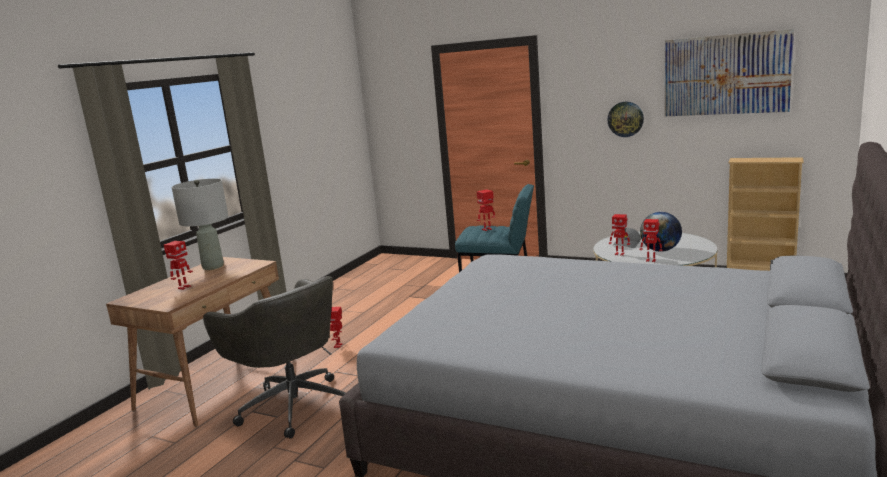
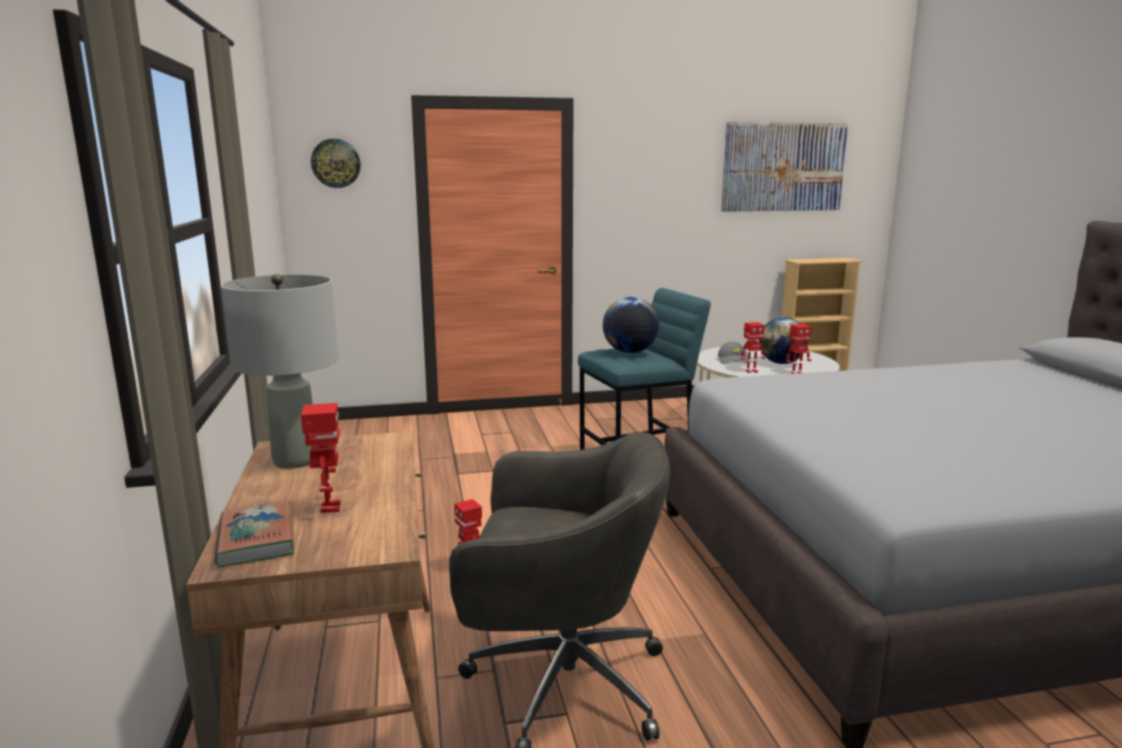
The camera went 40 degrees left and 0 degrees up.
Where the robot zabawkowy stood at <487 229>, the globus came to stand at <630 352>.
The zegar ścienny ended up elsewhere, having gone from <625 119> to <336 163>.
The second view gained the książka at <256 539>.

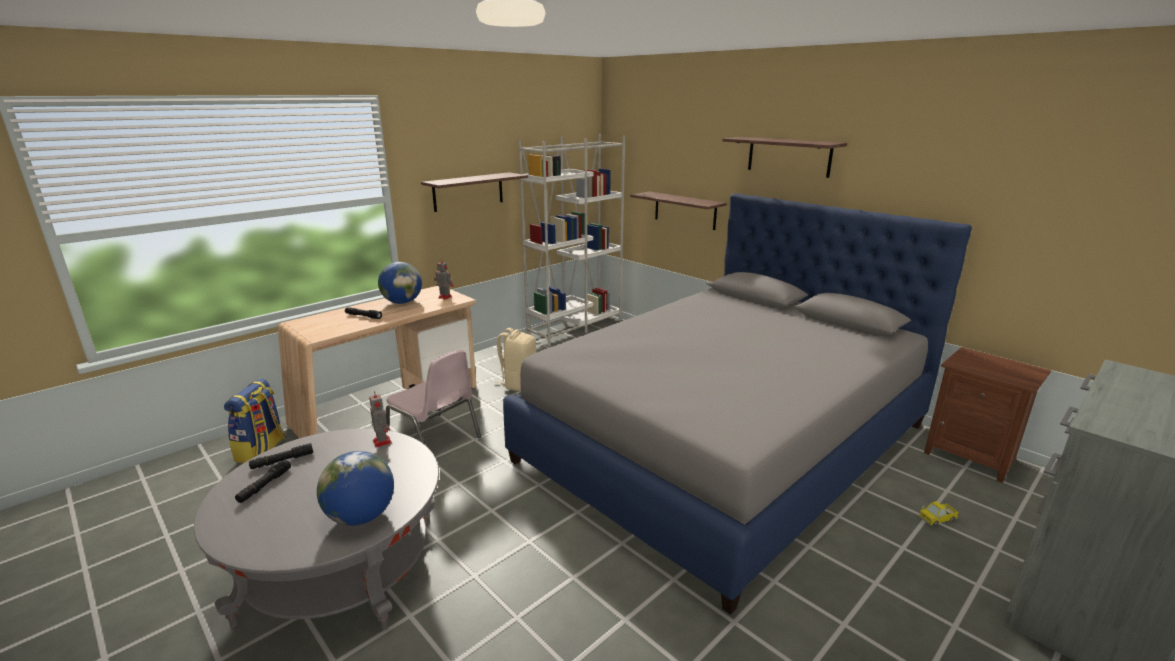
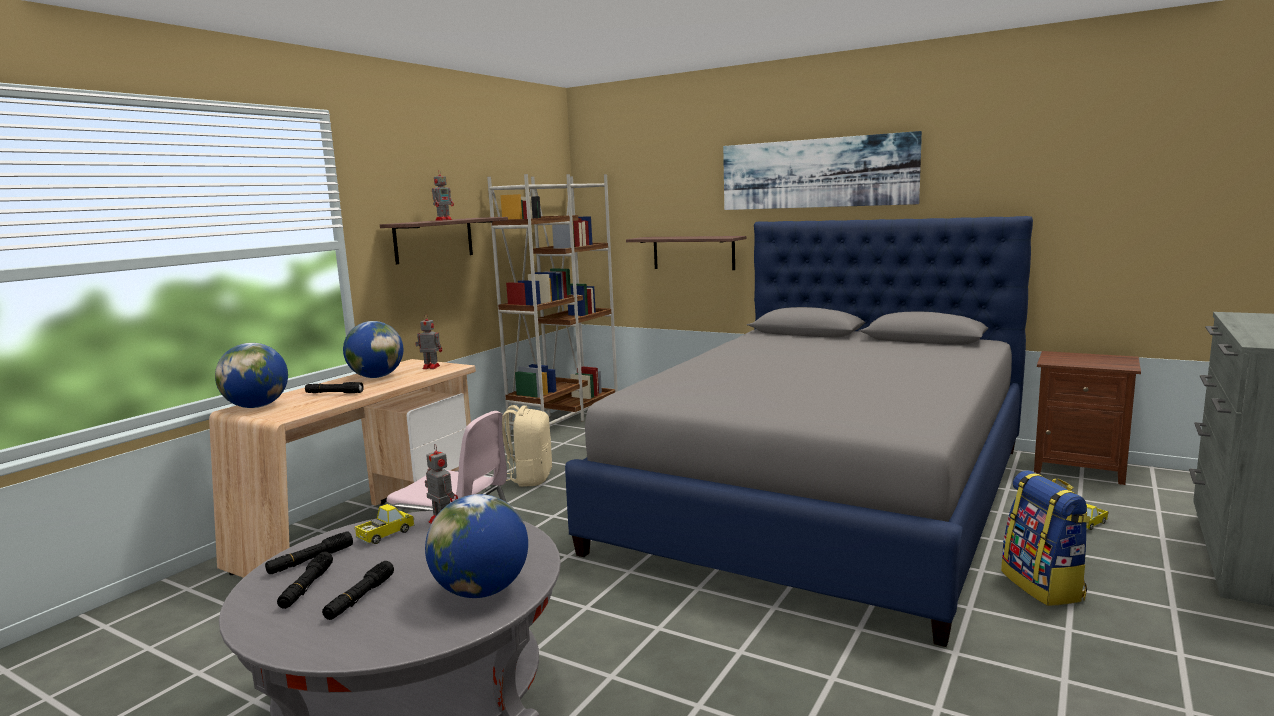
The camera went 15 degrees left and 10 degrees down.
The plecak ended up elsewhere, having gone from <262 450> to <1043 586>.
What was the regał/biały at <575 328> turned into the regał/brązowy at <566 418>.
Where the półka hung at <788 156>, the obraz came to hang at <816 173>.
The second view gained the globus at <257 406>.
The second view gained the latarka/czarny at <360 598>.
The second view gained the ciężarówka zabawkowa at <386 535>.
The second view gained the robot zabawkowy at <444 220>.

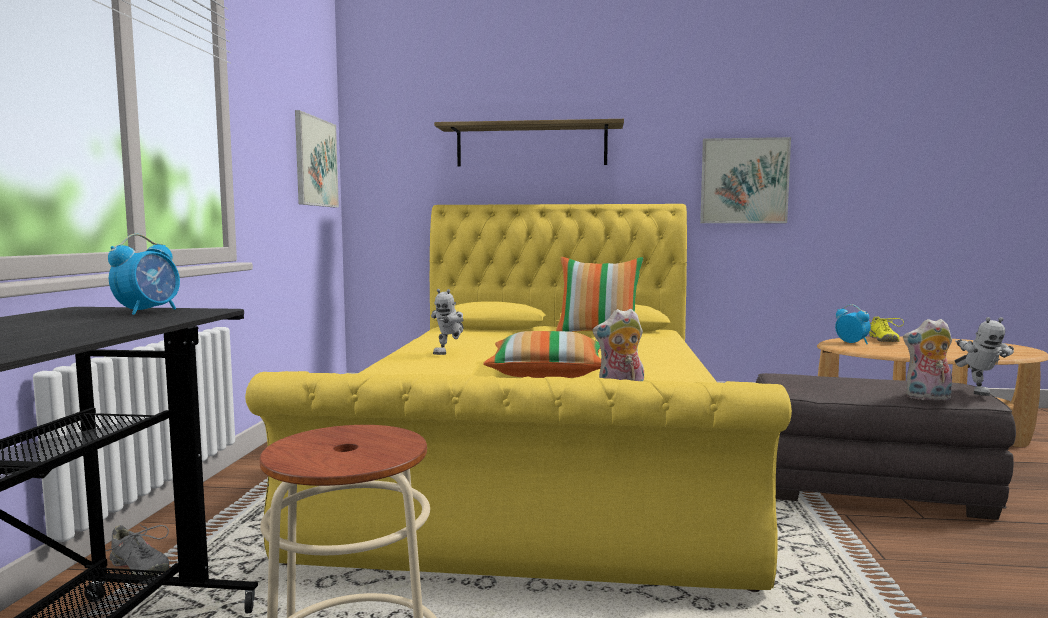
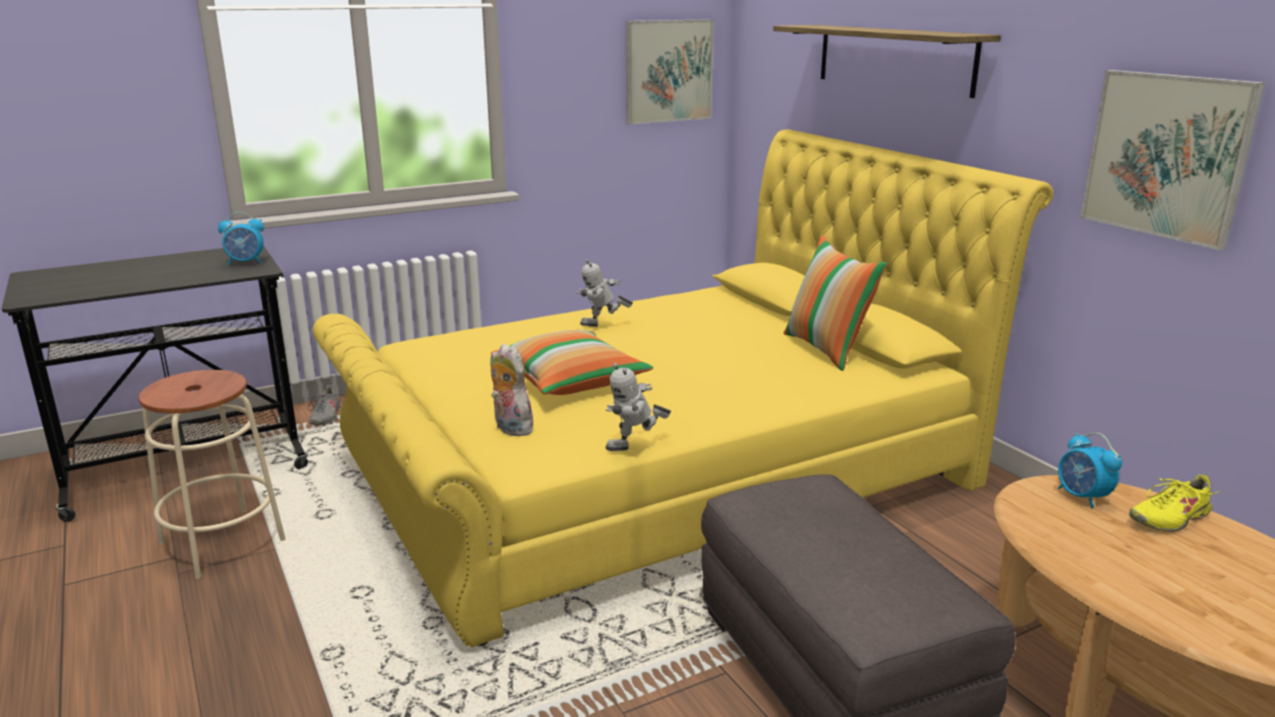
The camera went 55 degrees right and 15 degrees up.
The budzik at <852 343> ended up facing another way, 135 degrees clockwise from before.
The second view lost the pluszak at <927 398>.
The robot zabawkowy ended up elsewhere, having gone from <977 392> to <635 448>.

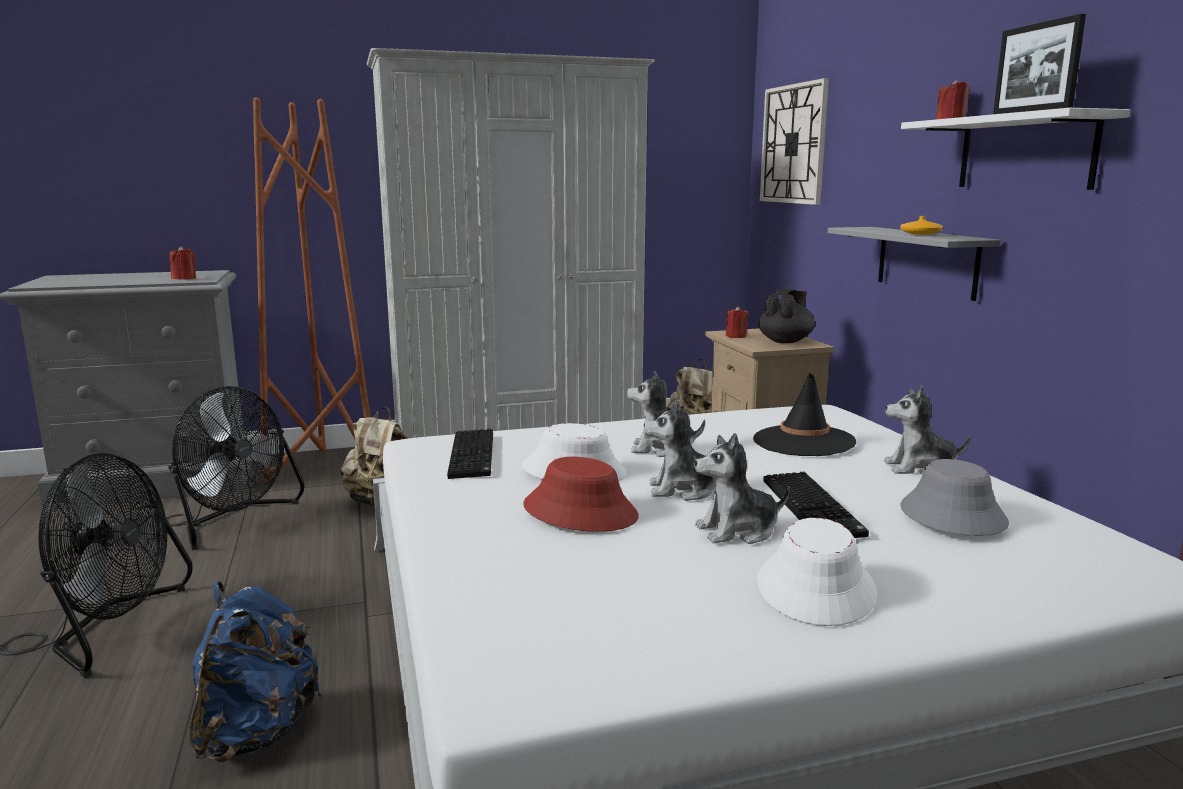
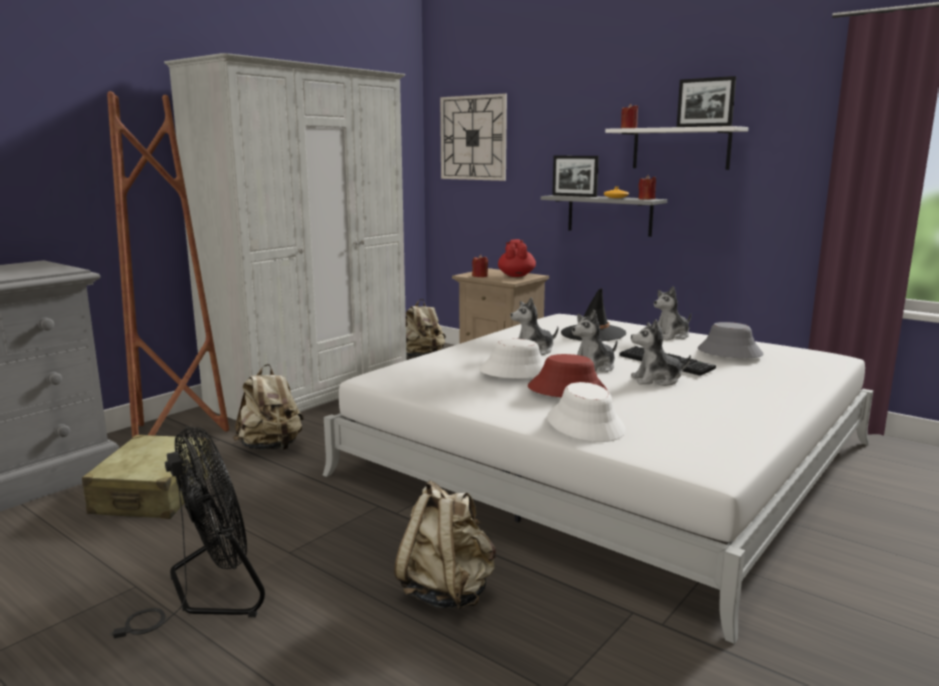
The camera went 35 degrees left and 0 degrees up.
Where the wentylator/czarny stood at <226 521>, the walizka/beżowy came to stand at <155 493>.
The świeca/czerwony ended up elsewhere, having gone from <184 278> to <646 199>.
What was the plecak/niebieski at <257 732> turned into the plecak/beżowy at <447 591>.
The second view lost the klawiatura at <474 455>.
The pluszak at <738 531> ended up facing another way, 45 degrees clockwise from before.
The kapelusz/biały ended up elsewhere, having gone from <816 588> to <585 424>.
What was the imbryk/czarny at <785 341> turned into the imbryk/czerwony at <516 275>.
The second view gained the ramka na zdjęcie at <574 196>.

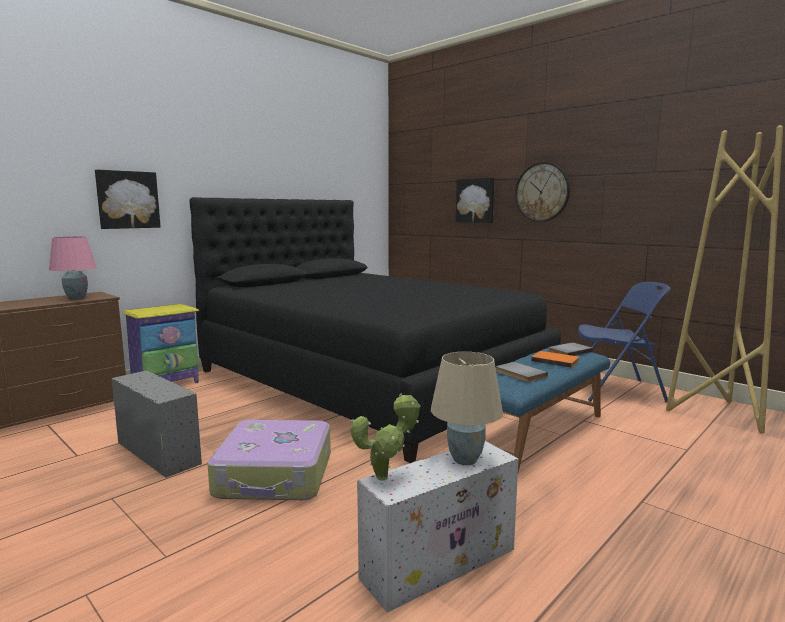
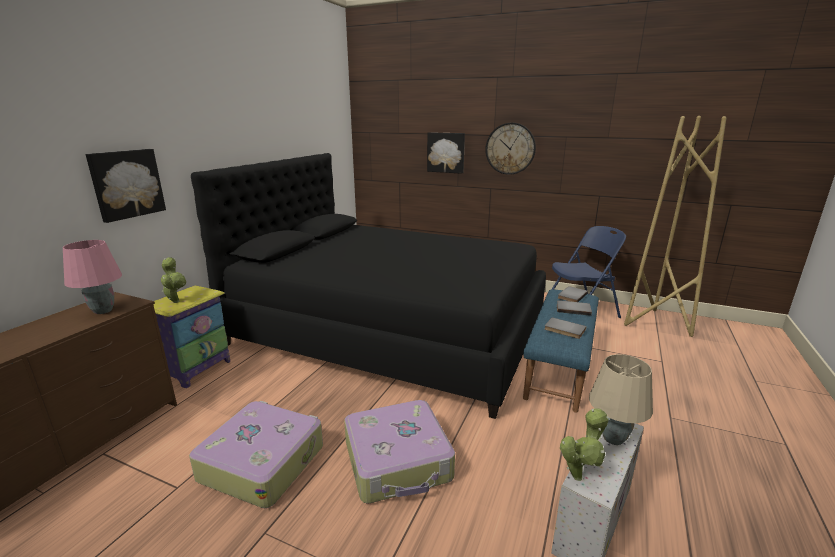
The camera went 20 degrees left and 10 degrees up.
Where the pojemnik do przechowywania/szary stood at <157 452>, the walizka came to stand at <262 461>.
What was the książka/pomarańczowy at <555 361> turned into the książka/szary at <573 309>.
The second view gained the roślina doniczkowa at <176 301>.

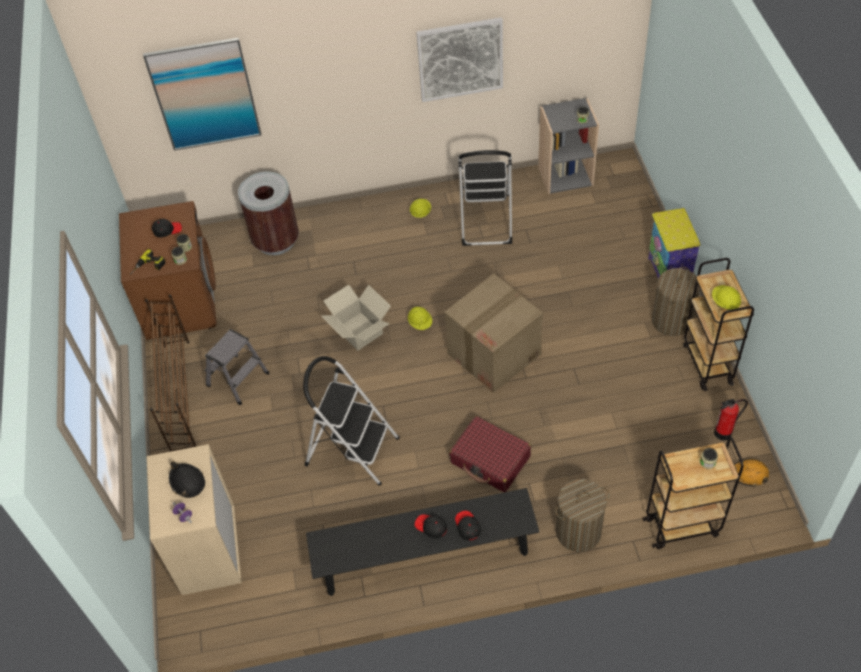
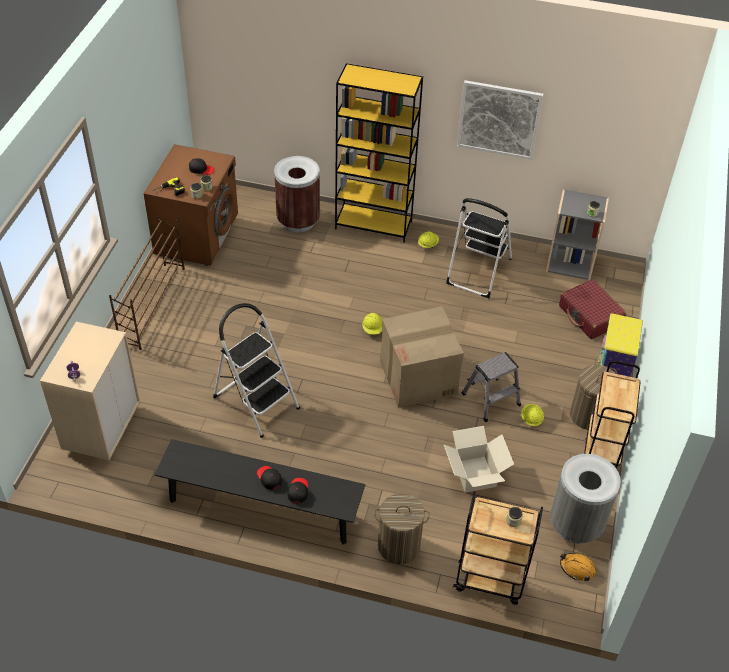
The camera went 20 degrees right and 5 degrees down.
The second view lost the obraz at <204 94>.
The second view lost the kask/czarny at <187 482>.
The drabinka/szary ended up elsewhere, having gone from <237 379> to <490 399>.
The karton ended up elsewhere, having gone from <359 331> to <475 474>.
The walizka/czerwony ended up elsewhere, having gone from <490 460> to <590 316>.
The kask/żółty ended up elsewhere, having gone from <724 303> to <531 419>.
Where the gaśnica stood at <723 433>, the kosz na śmieci/szary came to stand at <575 525>.
The second view gained the regał/żółty at <374 225>.

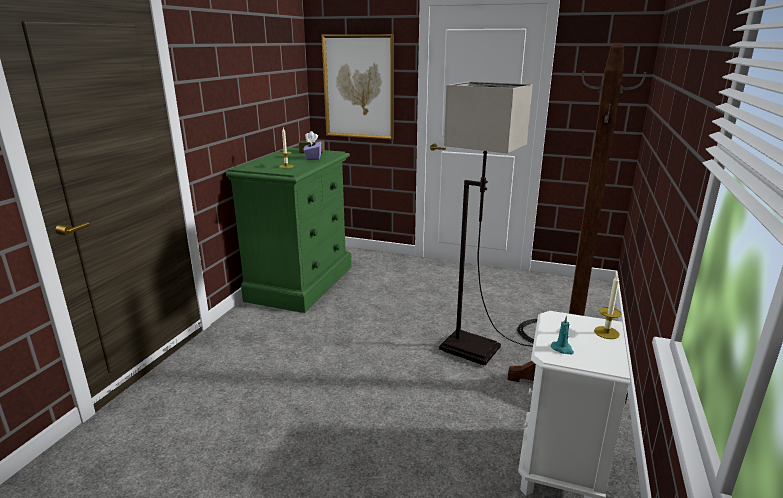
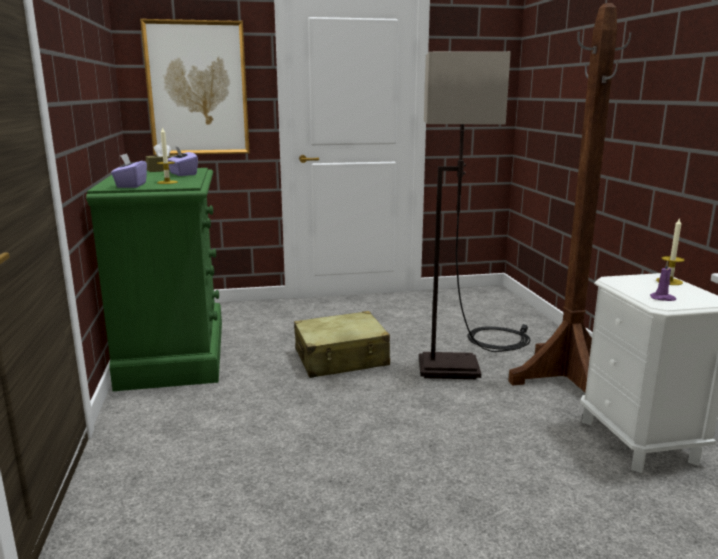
The camera went 30 degrees left and 5 degrees down.
What was the świeca/turkusowy at <562 349> turned into the świeca/fioletowy at <663 298>.
The second view gained the pudełko chusteczek/fioletowy at <131 185>.
The second view gained the walizka/beżowy at <341 358>.

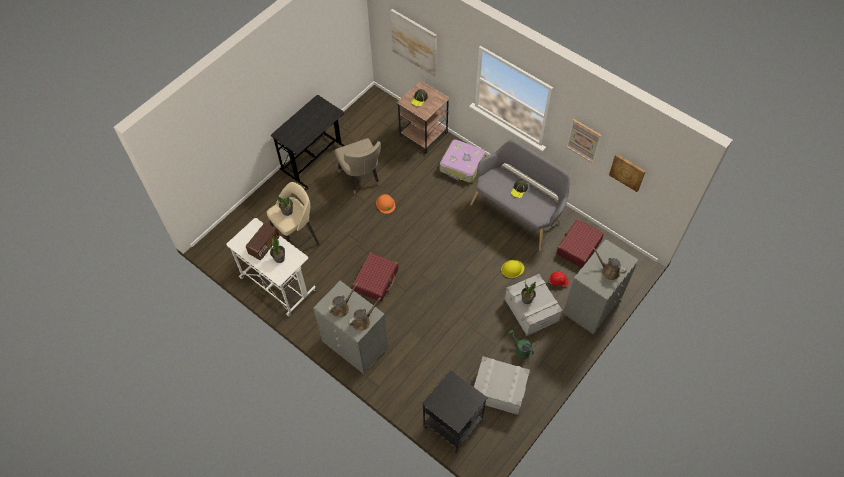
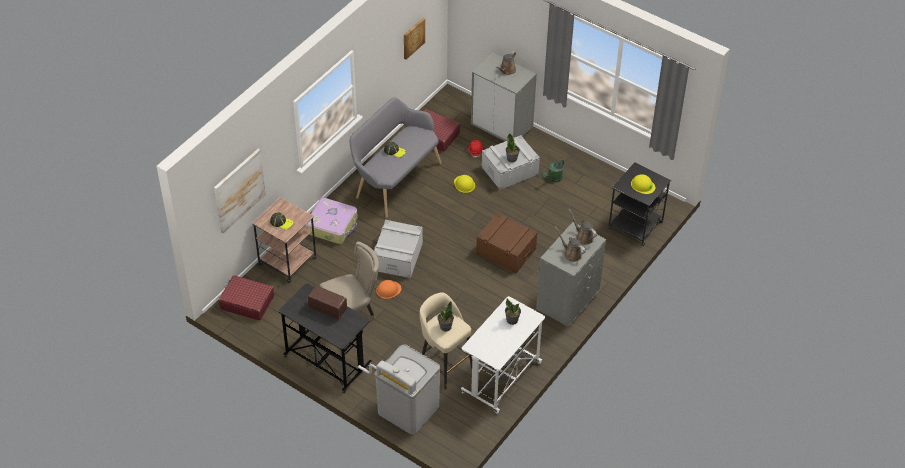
The camera went 95 degrees left and 10 degrees down.
The radio ended up elsewhere, having gone from <264 246> to <327 309>.
The walizka/czerwony ended up elsewhere, having gone from <376 280> to <247 302>.
The pojemnik do przechowywania/szary ended up elsewhere, having gone from <499 390> to <398 257>.
The second view lost the obraz at <583 140>.
The second view gained the pralka/szary at <407 410>.
The second view gained the pojemnik do przechowywania/brązowy at <506 251>.
The second view gained the kask/żółty at <642 185>.

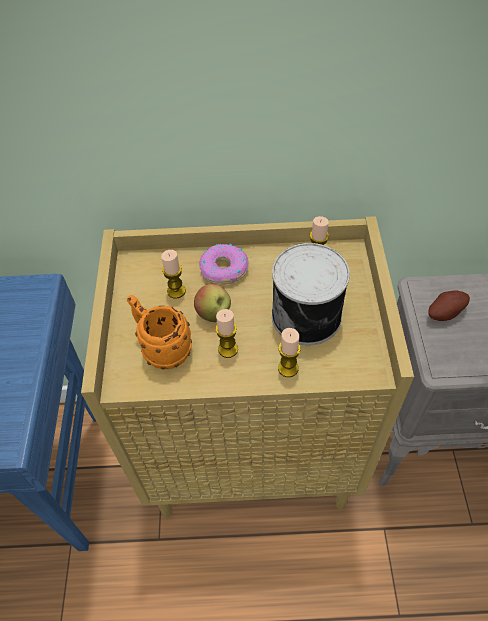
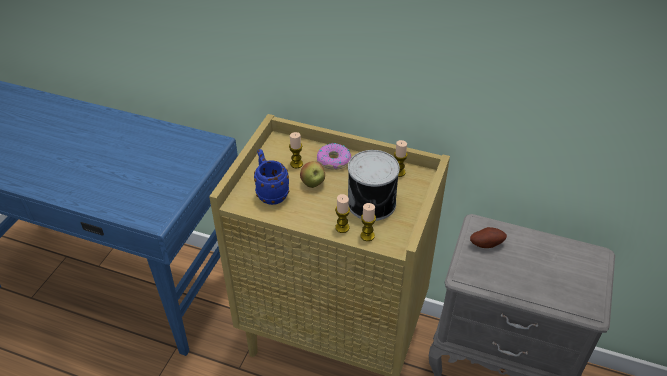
The camera went 20 degrees right and 10 degrees down.
What was the kubek/pomarańczowy at <162 348> turned into the kubek/niebieski at <270 192>.
The świeca ended up elsewhere, having gone from <228 349> to <367 236>.

